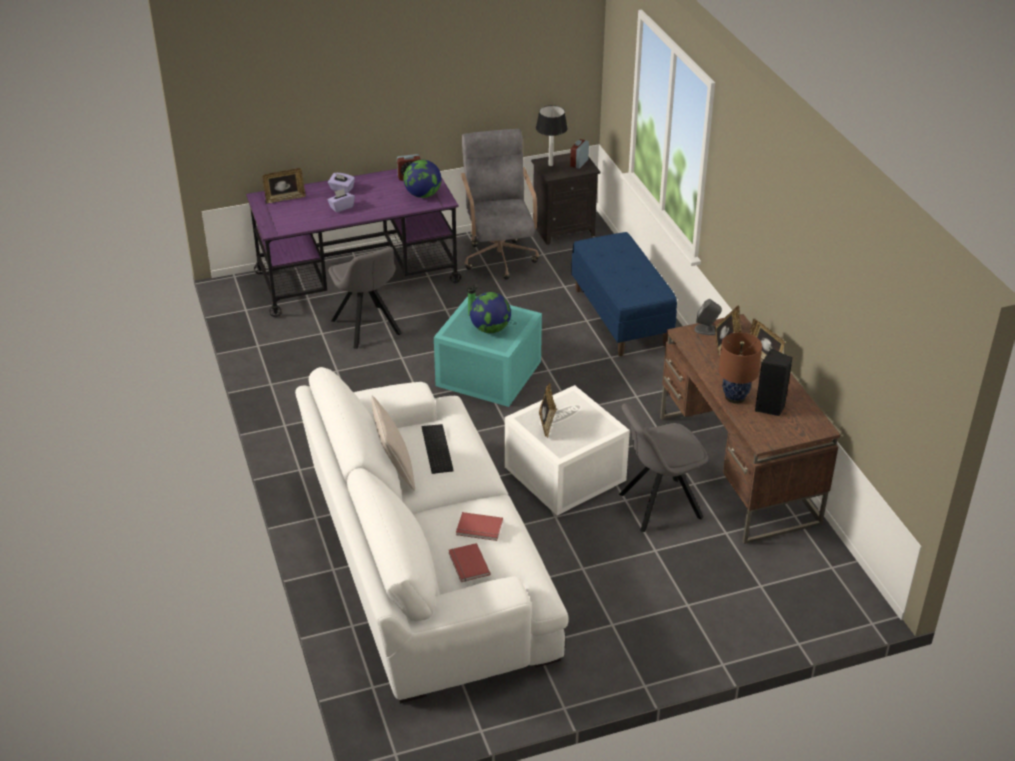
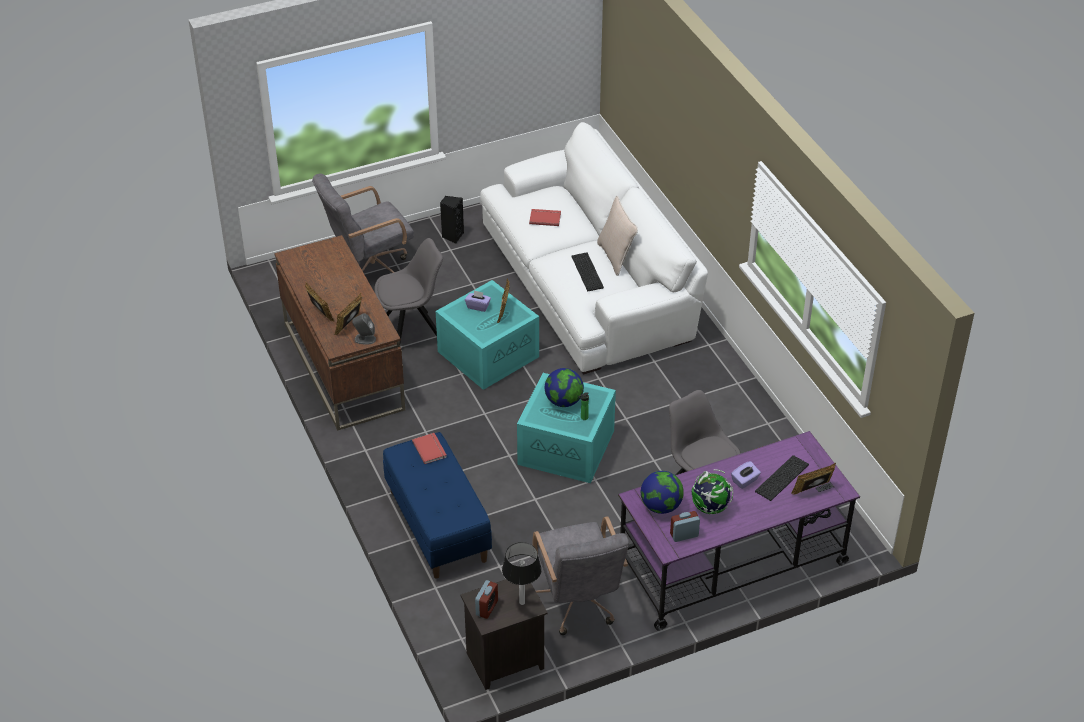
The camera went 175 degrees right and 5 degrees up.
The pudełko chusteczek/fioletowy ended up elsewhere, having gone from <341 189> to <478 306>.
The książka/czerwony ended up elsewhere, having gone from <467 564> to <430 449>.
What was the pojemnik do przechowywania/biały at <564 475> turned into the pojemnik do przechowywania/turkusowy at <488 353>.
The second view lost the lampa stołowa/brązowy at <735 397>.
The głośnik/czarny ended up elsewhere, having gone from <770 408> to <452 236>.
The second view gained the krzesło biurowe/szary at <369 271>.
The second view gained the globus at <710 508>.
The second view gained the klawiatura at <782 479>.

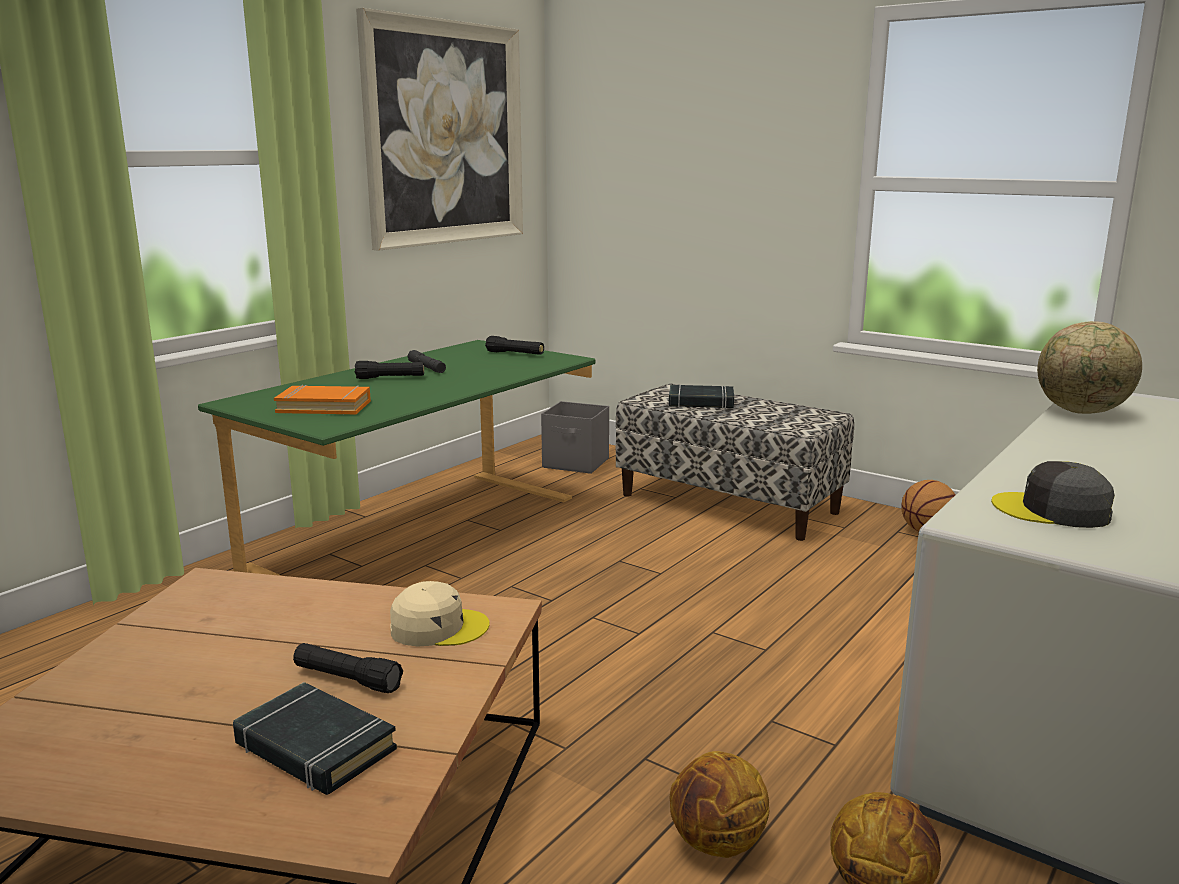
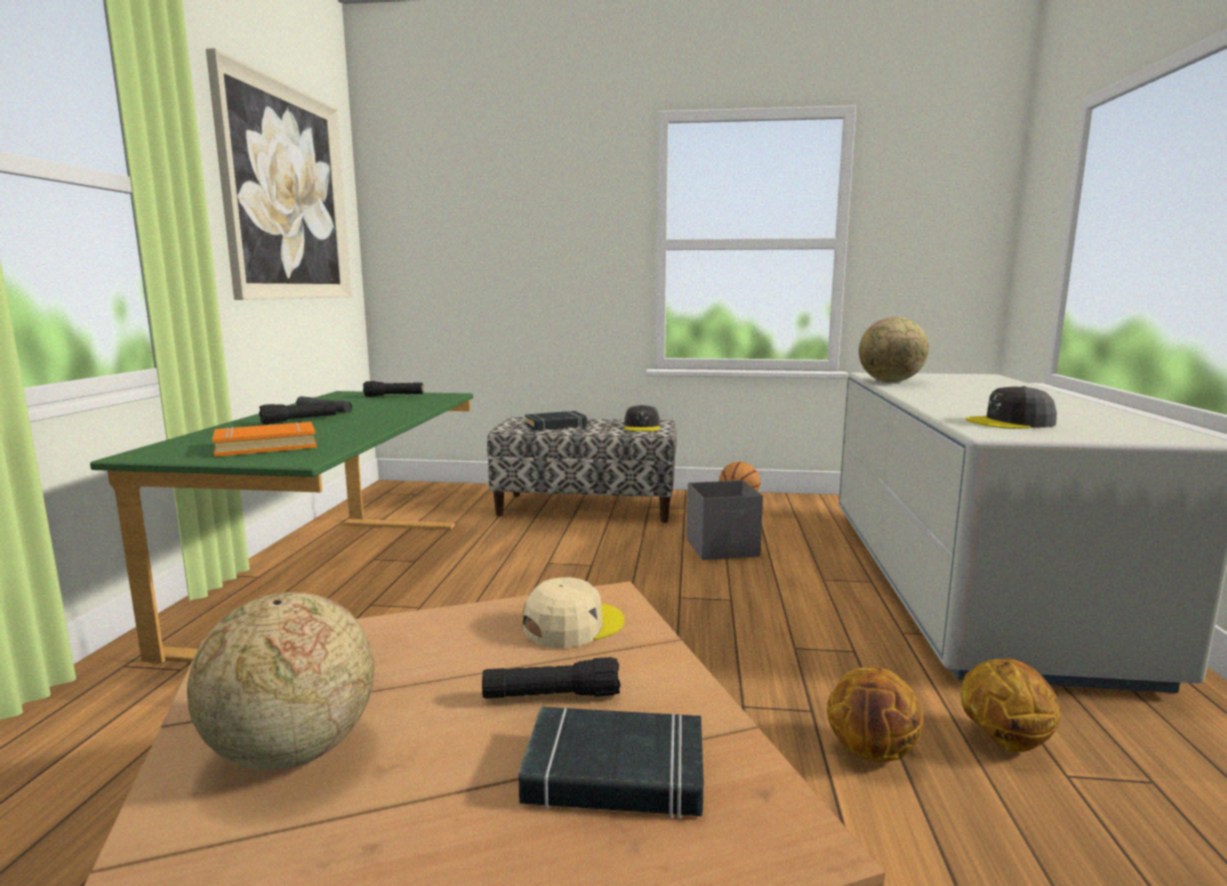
The camera went 30 degrees left and 5 degrees down.
The pojemnik do przechowywania/szary ended up elsewhere, having gone from <576 463> to <723 548>.
The second view gained the globus at <292 751>.
The second view gained the czapka z daszkiem/szary at <642 427>.

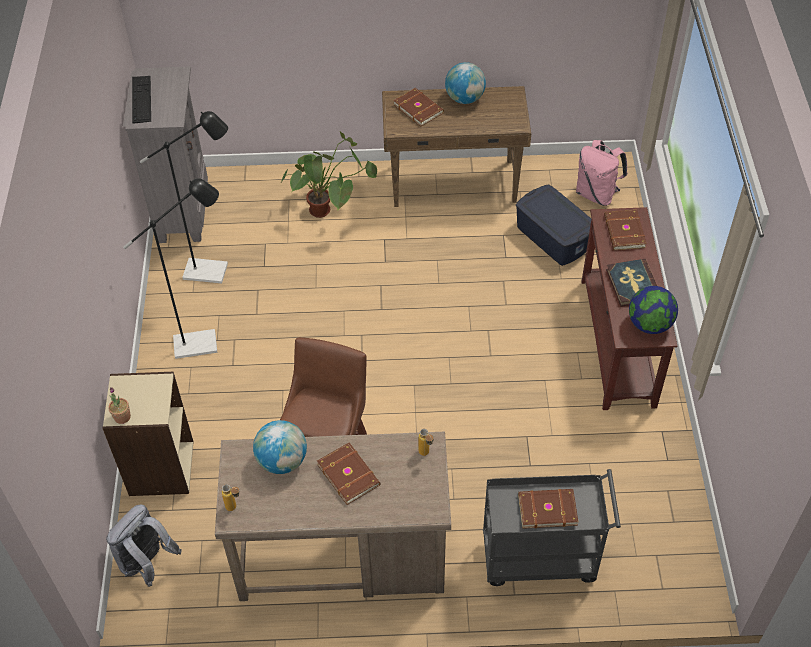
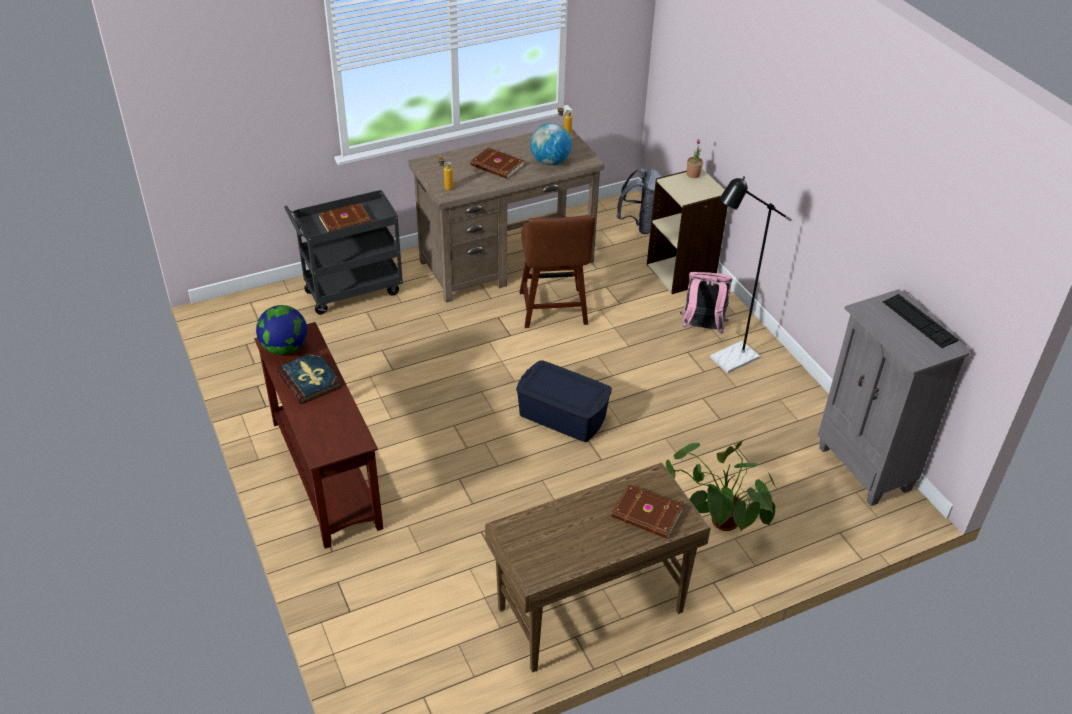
The camera went 155 degrees right and 10 degrees down.
The second view lost the lampa stojąca/czarny at <213 272>.
The second view lost the globus at <465 98>.
The pojemnik do przechowywania/niebieski ended up elsewhere, having gone from <553 237> to <562 415>.
The plecak/różowy ended up elsewhere, having gone from <597 194> to <702 328>.
The second view lost the książka/brązowy at <623 232>.

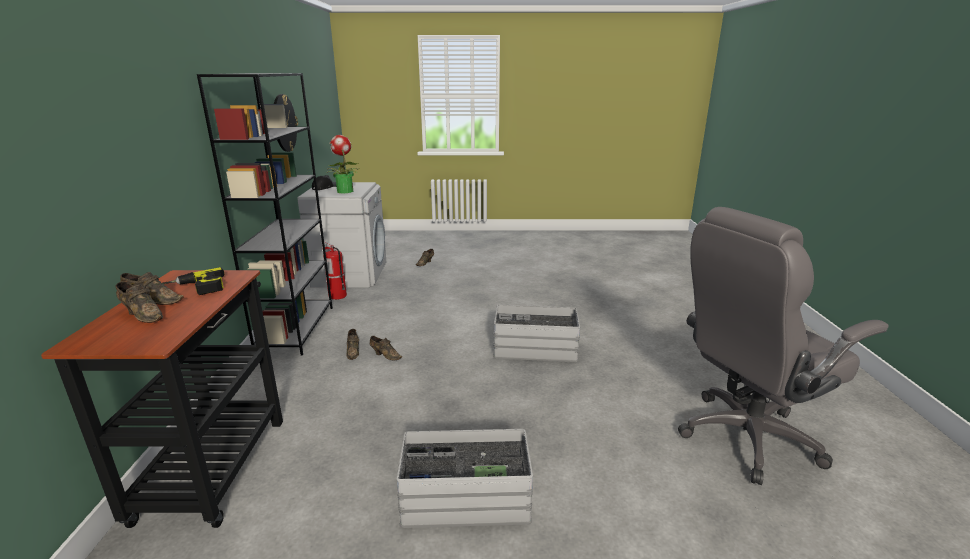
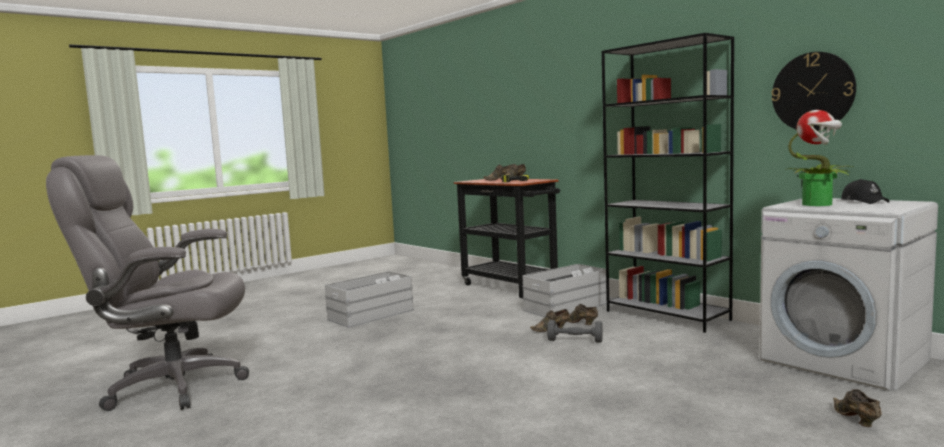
The camera went 140 degrees right and 15 degrees down.
The second view lost the gaśnica at <337 296>.
The pojemnik do przechowywania/szary ended up elsewhere, having gone from <535 348> to <565 306>.
The krzesło biurowe/szary at <745 438> ended up facing another way, 120 degrees counterclockwise from before.
The second view gained the hantel/szary at <575 341>.

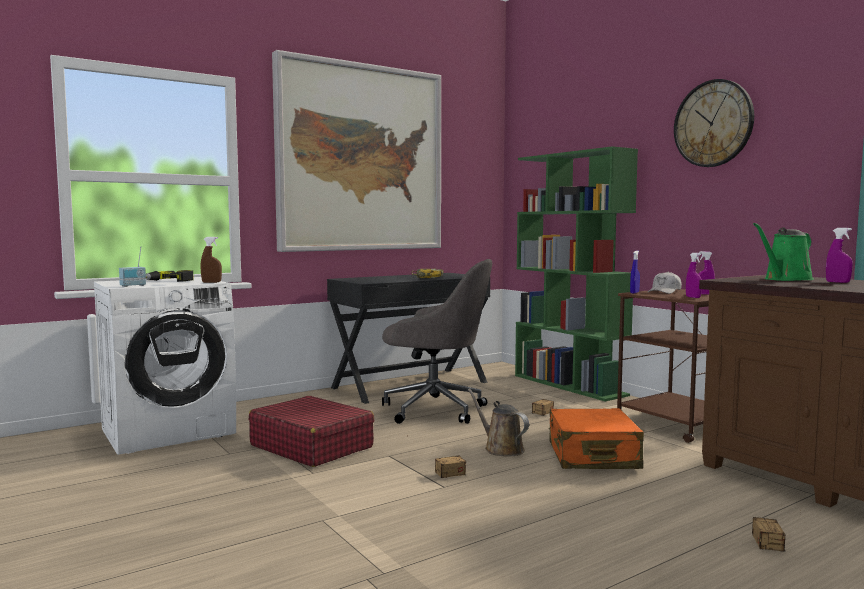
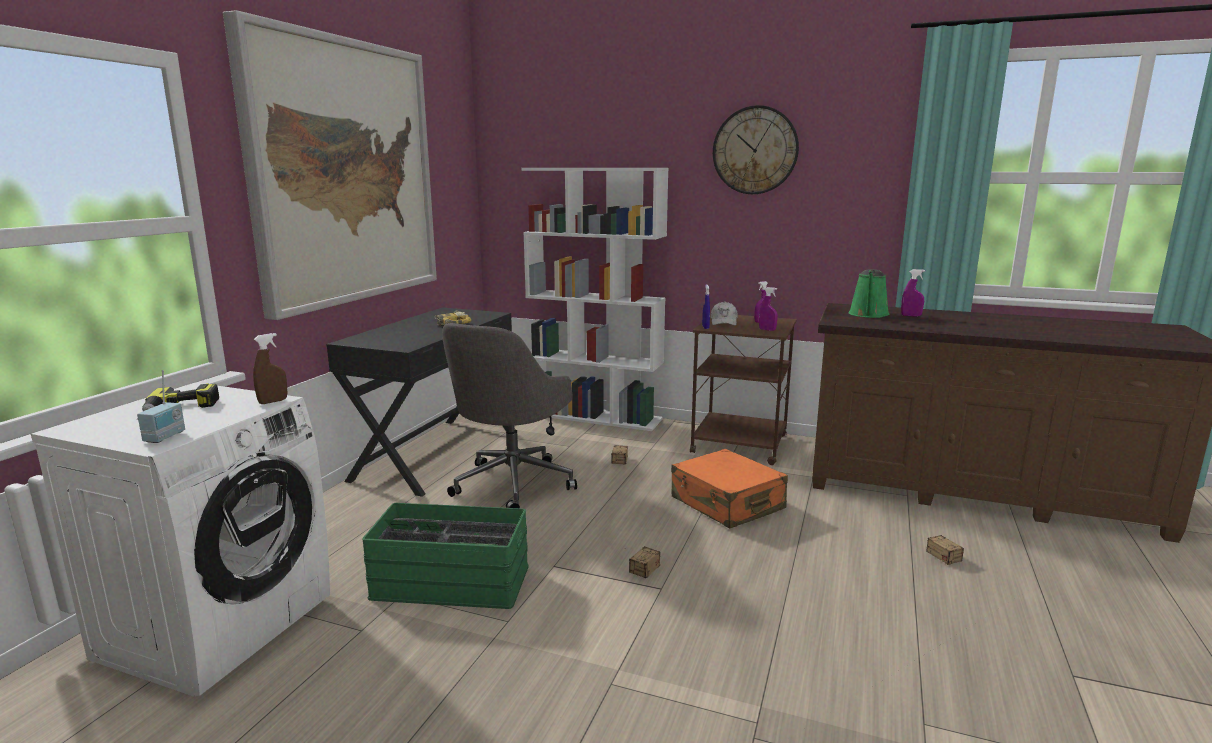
The camera went 35 degrees left and 10 degrees up.
Where the walizka/czerwony stood at <311 446>, the pojemnik do przechowywania/zielony came to stand at <450 582>.
The krzesło biurowe/szary at <435 410> ended up facing another way, 135 degrees clockwise from before.
The second view lost the konewka/brązowy at <501 448>.
What was the regał/zielony at <570 385> turned into the regał/biały at <596 416>.

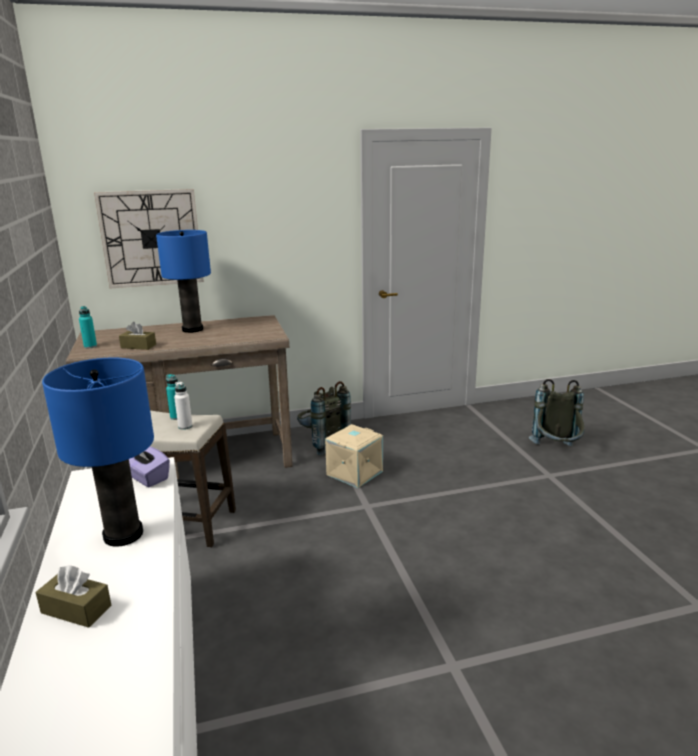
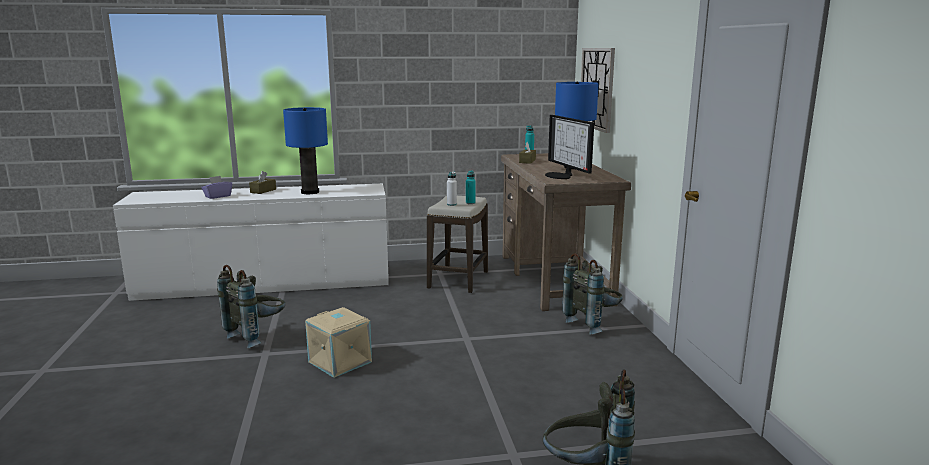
The camera went 95 degrees right and 5 degrees down.
The pudełko chusteczek/fioletowy ended up elsewhere, having gone from <147 478> to <218 196>.
The pojemnik do przechowywania/beżowy ended up elsewhere, having gone from <354 472> to <341 361>.
The second view gained the plecak/szary at <257 336>.
The second view gained the monitor at <561 176>.

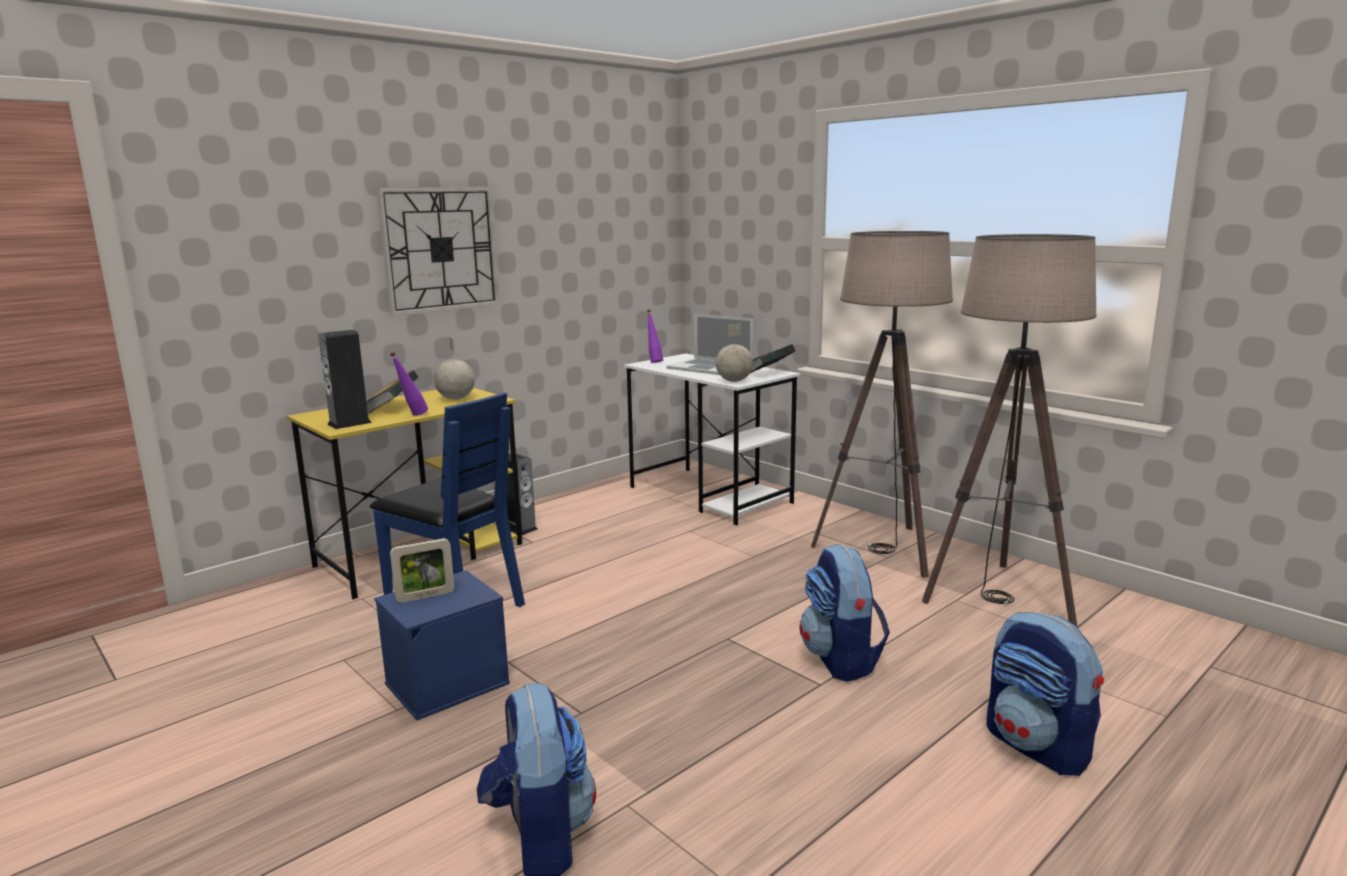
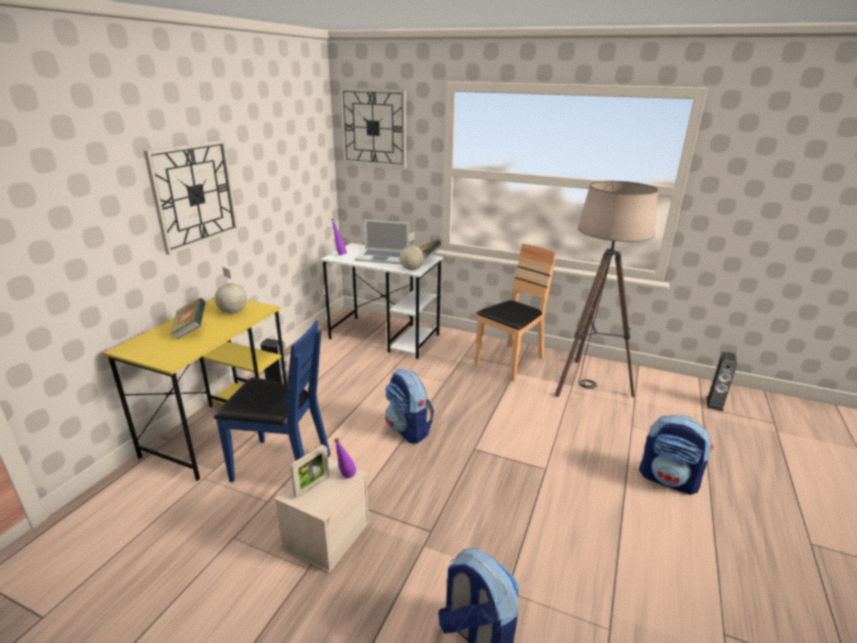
The camera went 25 degrees left and 10 degrees up.
The głośnik ended up elsewhere, having gone from <349 423> to <714 403>.
What was the pojemnik do przechowywania/niebieski at <448 682> turned into the pojemnik do przechowywania/beżowy at <326 534>.
The butelka/fioletowy ended up elsewhere, having gone from <412 416> to <345 479>.
The plecak ended up elsewhere, having gone from <841 660> to <408 429>.
Where the lampa stojąca stood at <881 549>, the krzesło/brązowy came to stand at <510 362>.
The second view gained the zegar ścienny at <373 127>.

